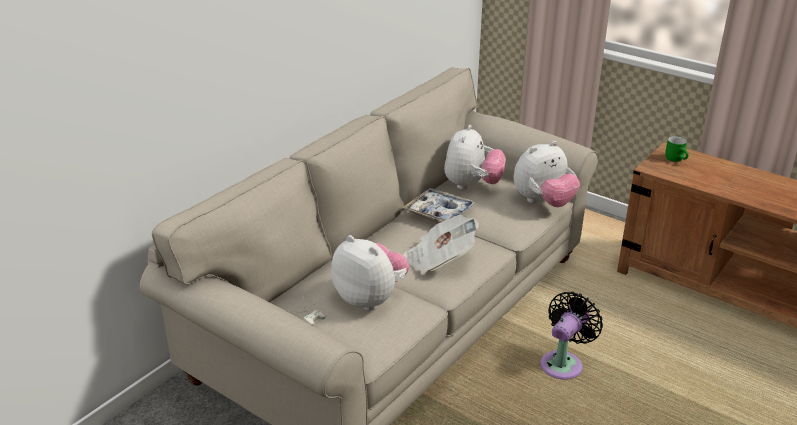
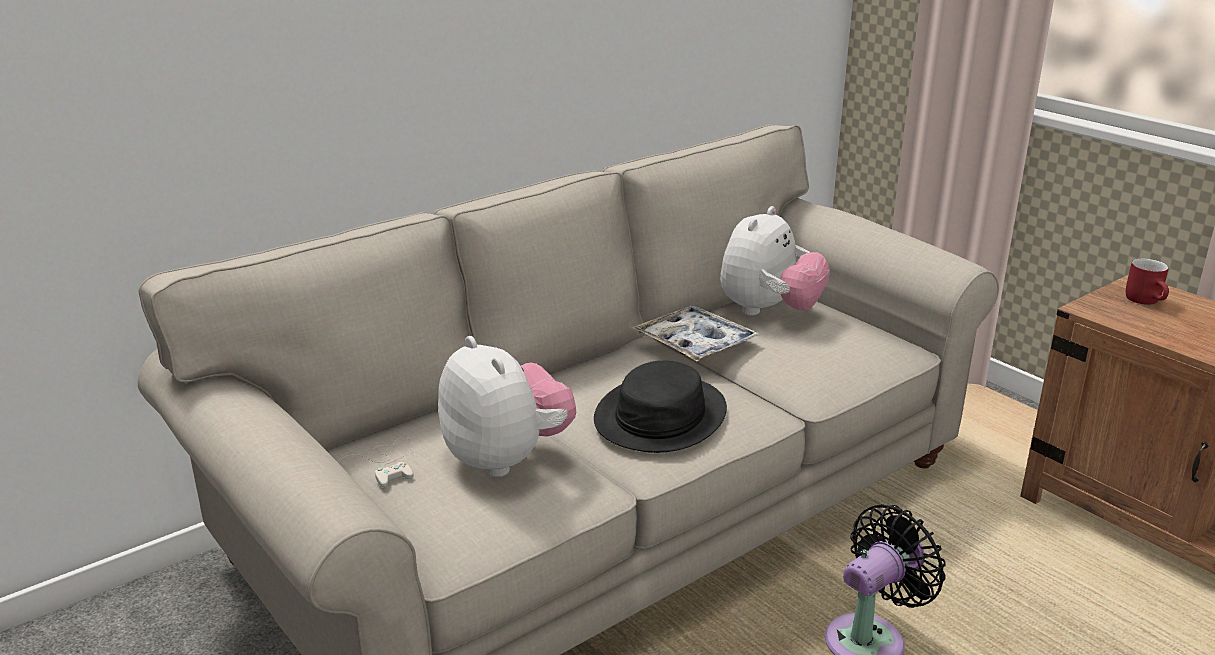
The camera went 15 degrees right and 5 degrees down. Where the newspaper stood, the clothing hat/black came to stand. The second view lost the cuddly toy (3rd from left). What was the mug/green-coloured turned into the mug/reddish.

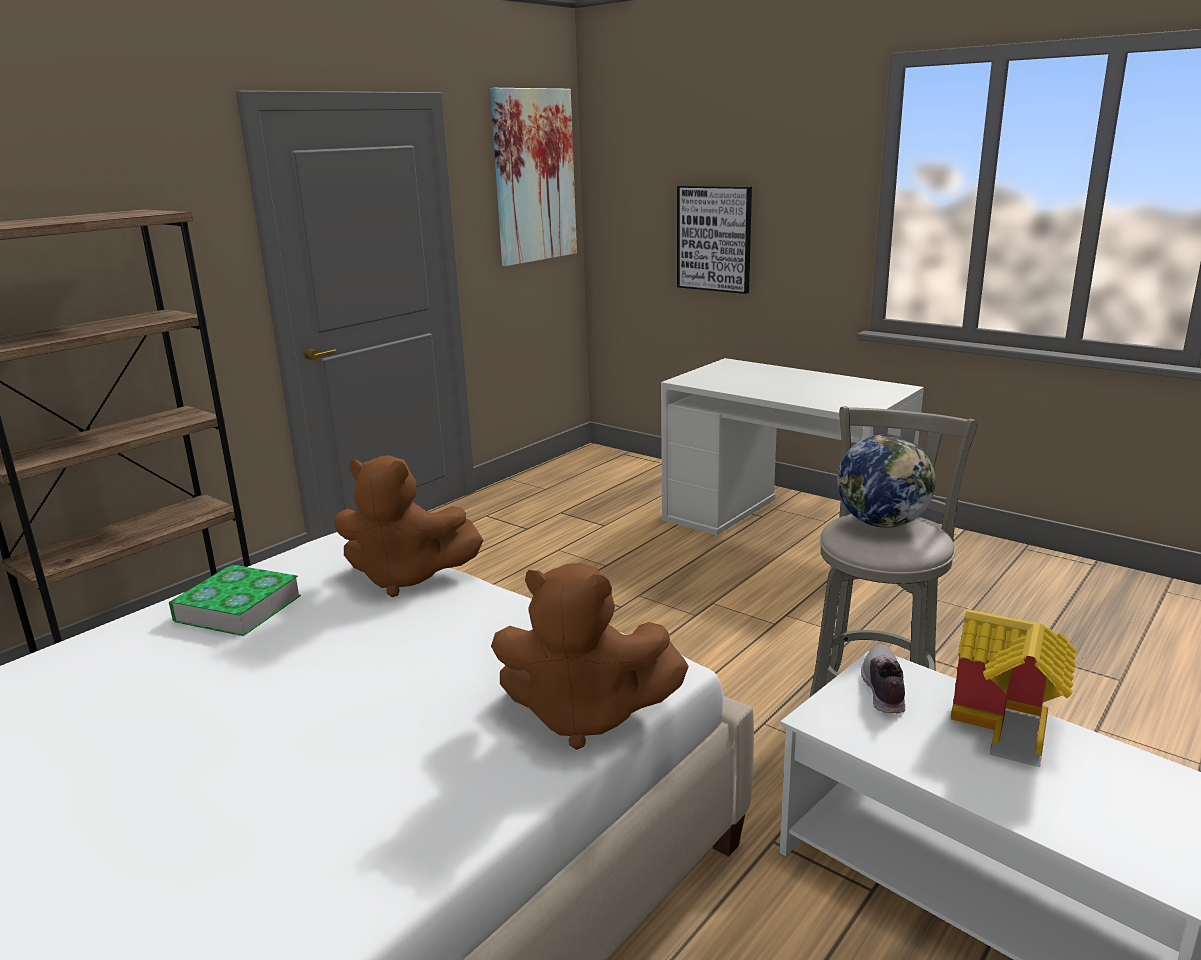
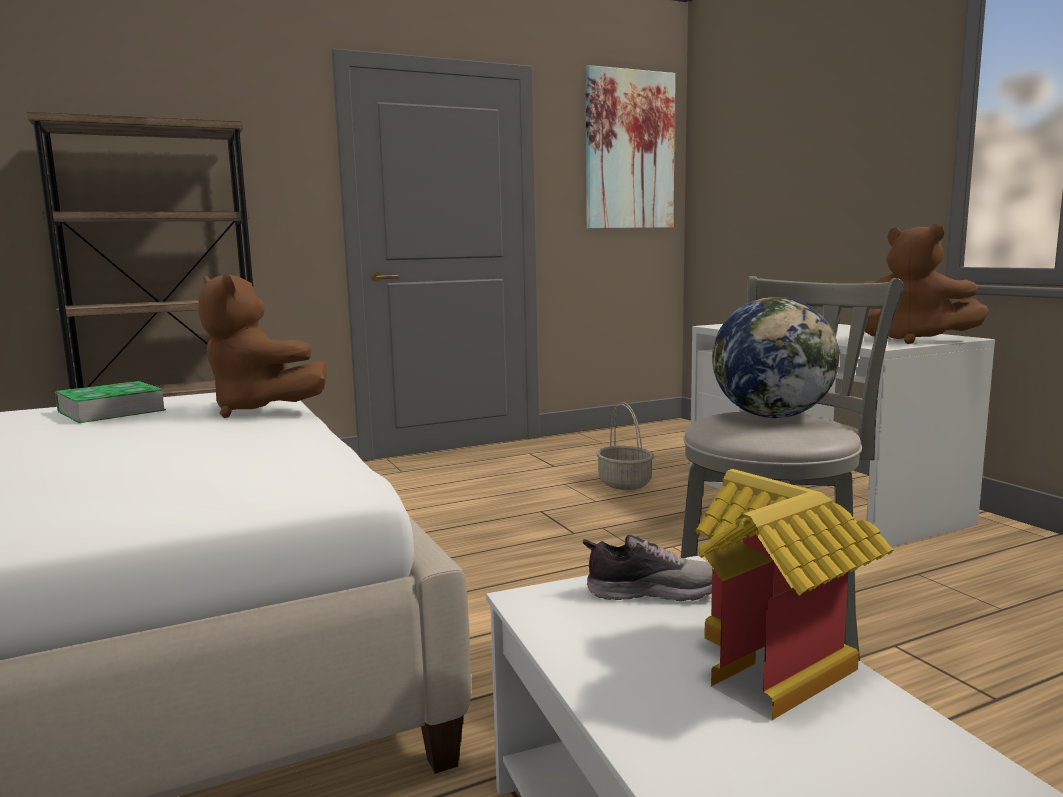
The camera went 25 degrees right and 10 degrees down. The cuddly toy/brown-coloured (2nd from left) ended up elsewhere. The second view lost the wall picture (2nd from left). The shoe ended up facing another way, 60 degrees clockwise from before. The second view gained the basket.

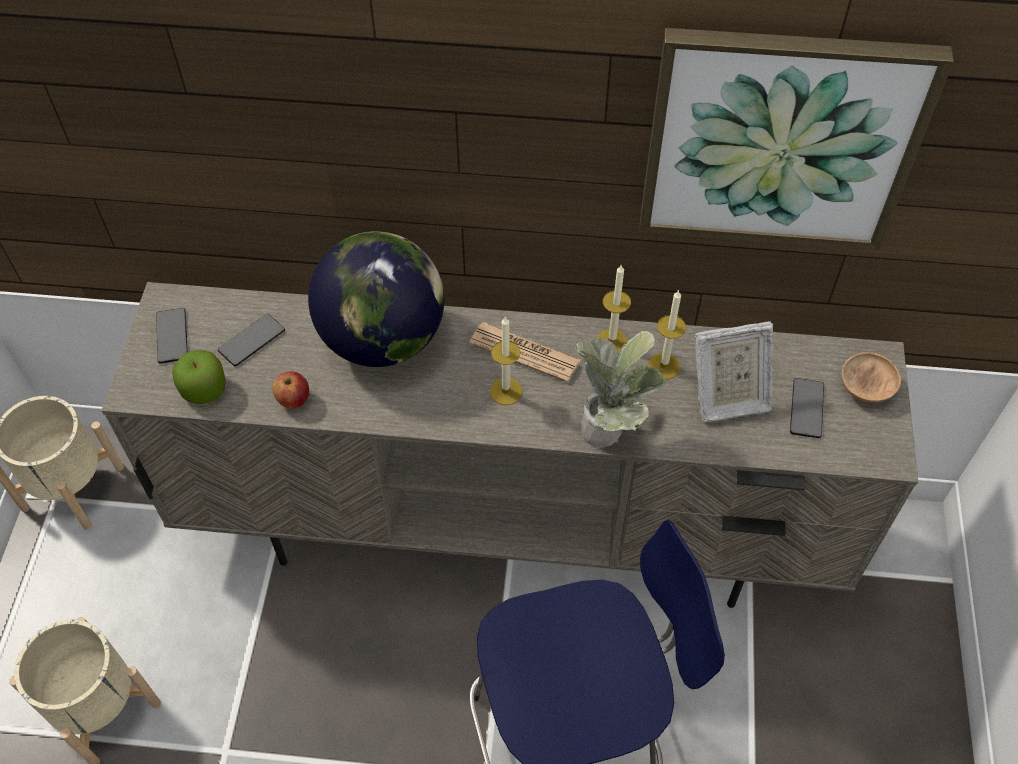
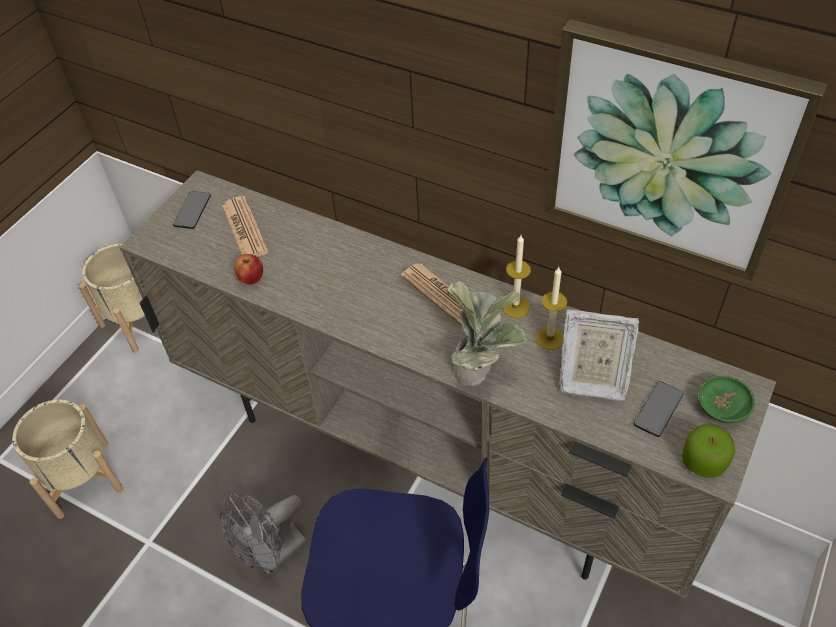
The camera went 25 degrees right and 5 degrees down. The apple (1st from left in the first image) ended up elsewhere. Where the telephone (2nd from left) stood, the newspaper (1st from left) came to stand. The second view lost the globe. The second view lost the candle (1st from left). What was the serving bowl/brown-coloured turned into the serving bowl/green-coloured. The second view gained the fan/gray.

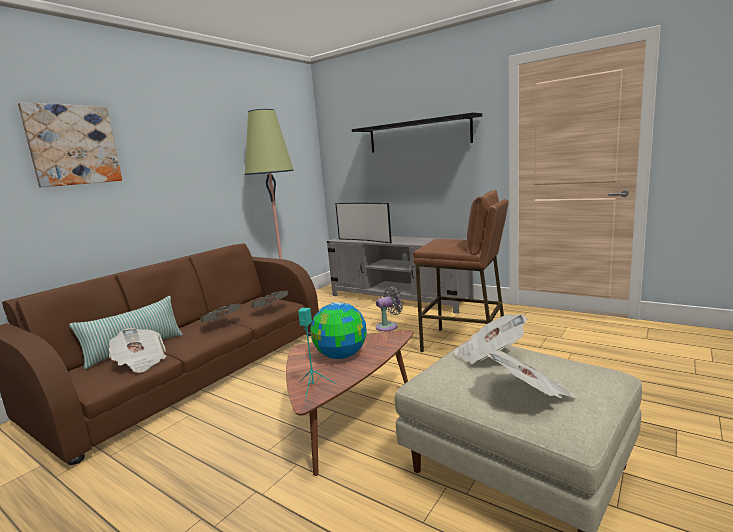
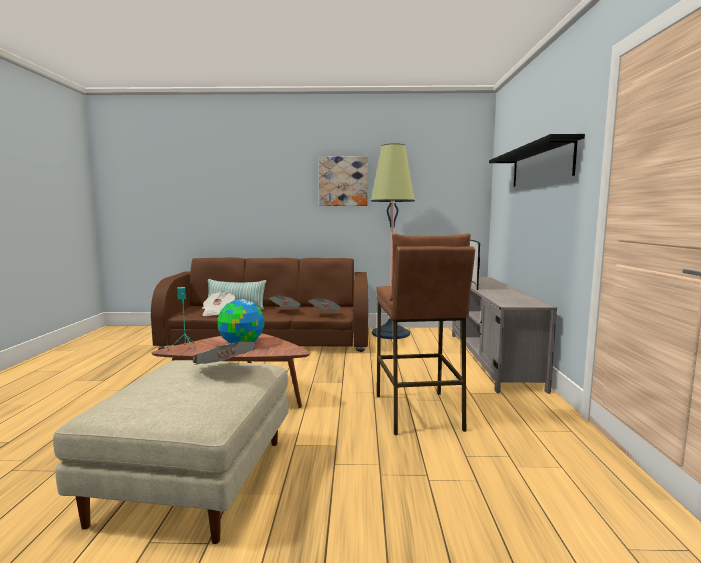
The camera went 55 degrees right and 5 degrees down. The wall picture ended up elsewhere. The second view lost the fan/gray. The second view lost the newspaper (5th from left).

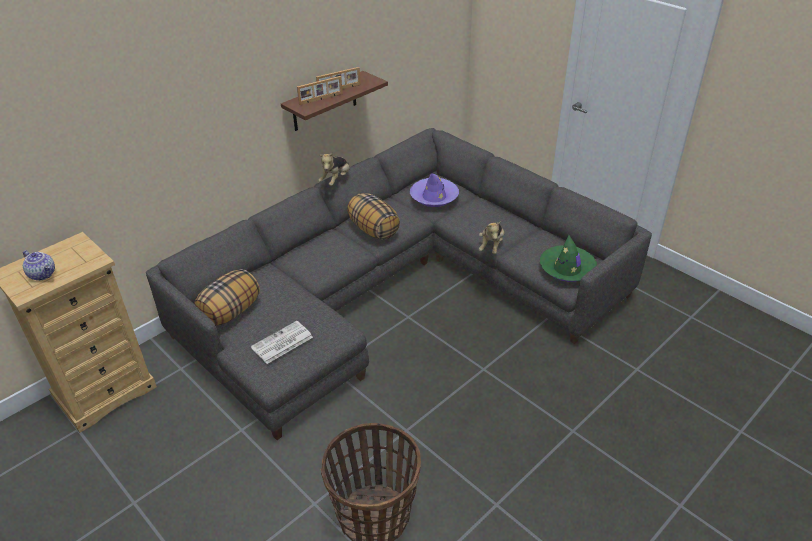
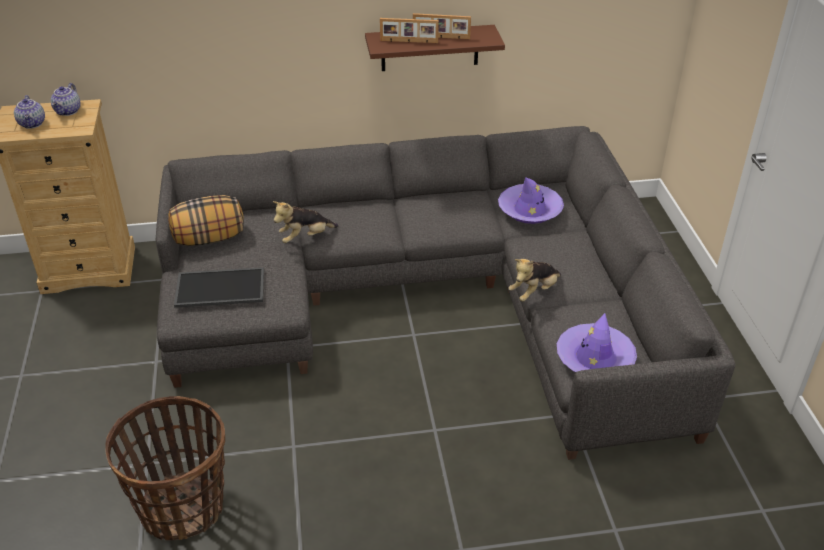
The camera went 35 degrees right and 0 degrees up. Where the newspaper stood, the serving tray came to stand. The cuddly toy (1st from left) ended up elsewhere. The second view lost the pillow (2nd from left). What was the clothing hat/green-coloured turned into the clothing hat/purple-coloured (2nd from left). The second view gained the teapot (2nd from left).

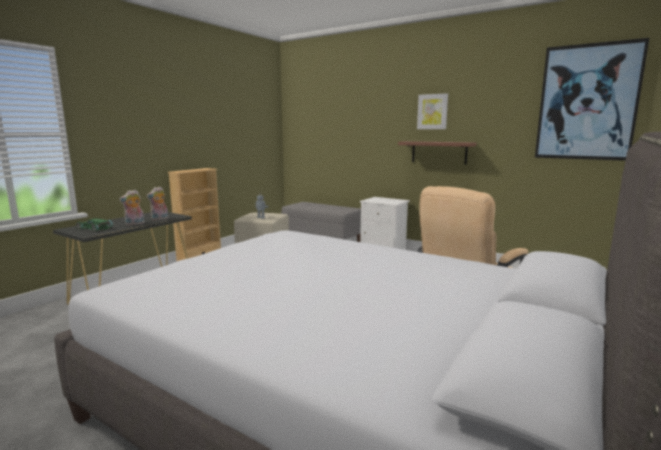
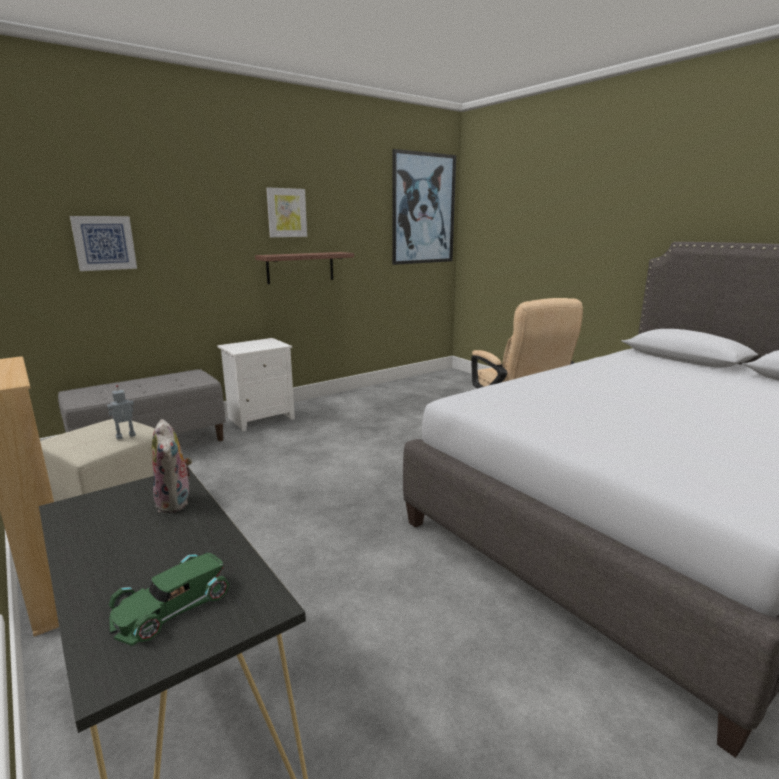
The camera went 70 degrees left and 5 degrees up. The second view lost the cuddly toy (1st from left). The second view gained the wall picture (1st from left).

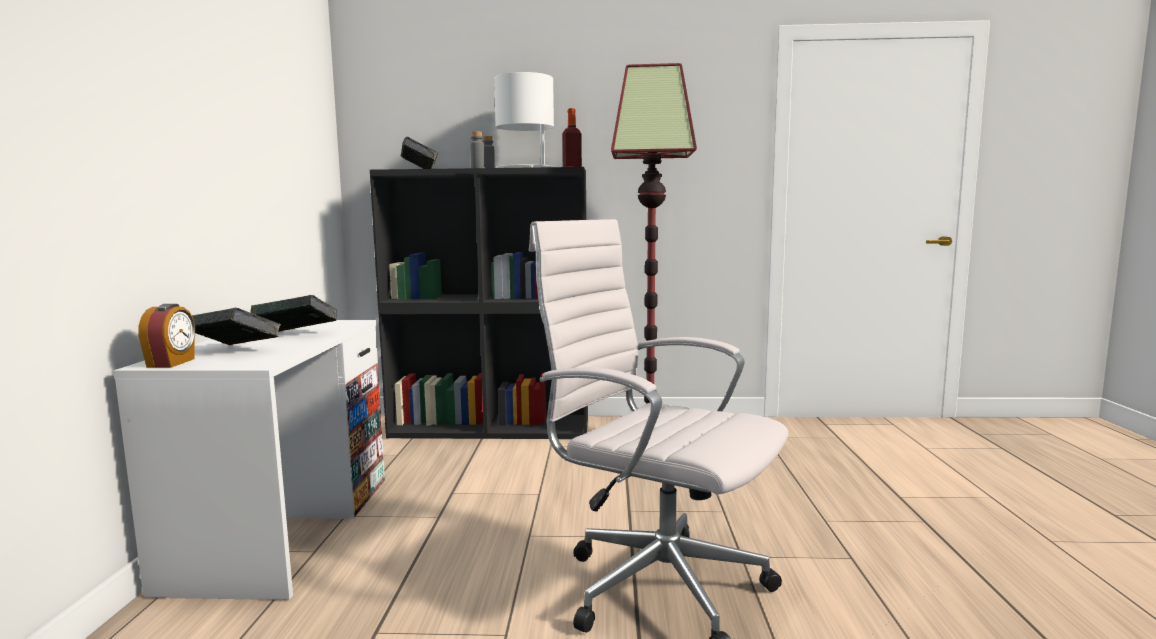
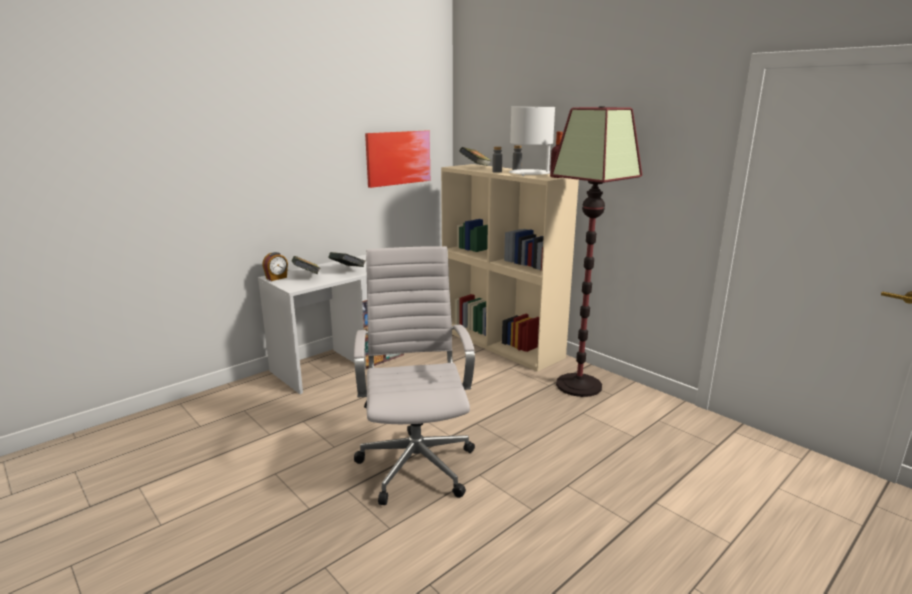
The camera went 45 degrees right and 10 degrees up. What was the shelving unit/black turned into the shelving unit/beige-coloured. The second view gained the wall picture.

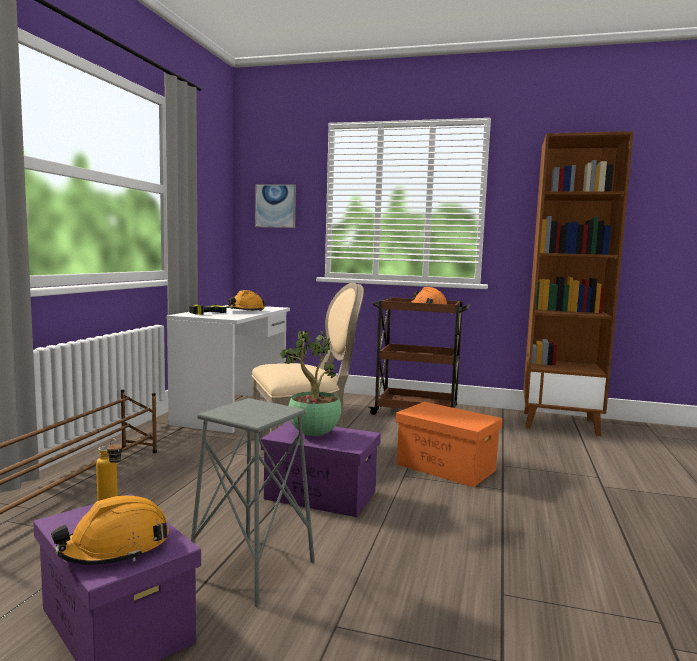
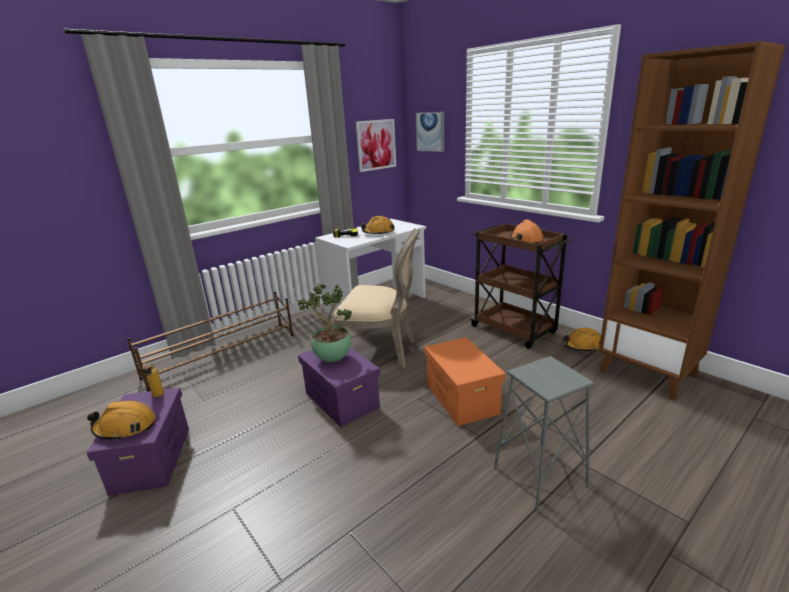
The camera went 35 degrees right and 15 degrees up. The sitting stool/gray ended up elsewhere. The second view gained the wall picture (1st from left). The second view gained the safety helmet/orange (4th from left).

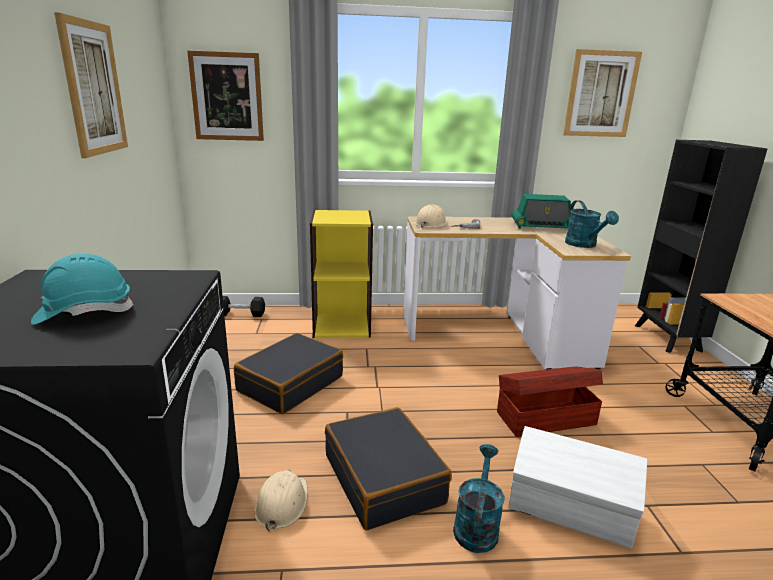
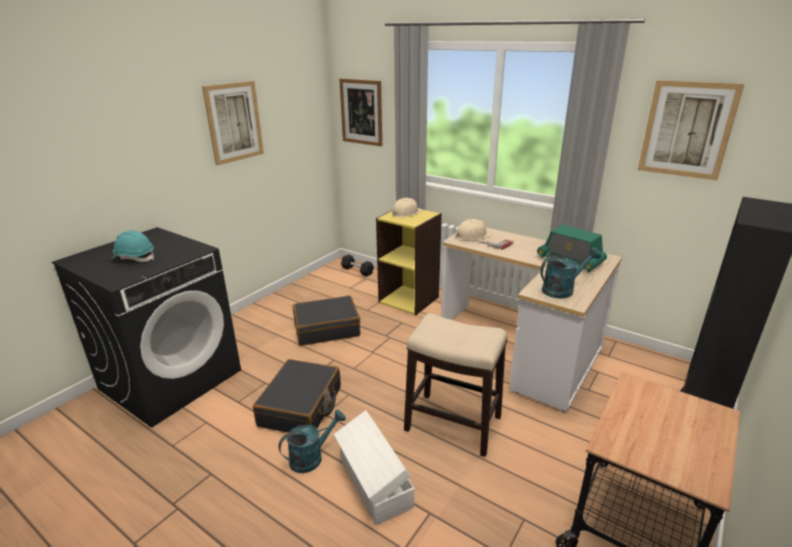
The camera went 40 degrees right and 5 degrees up. The safety helmet/beige-coloured (1st from left) ended up elsewhere. Where the storage container/brown-coloured stood, the sitting stool came to stand. The watering can/turquoise (2nd from left) ended up facing another way, 135 degrees counterclockwise from before.

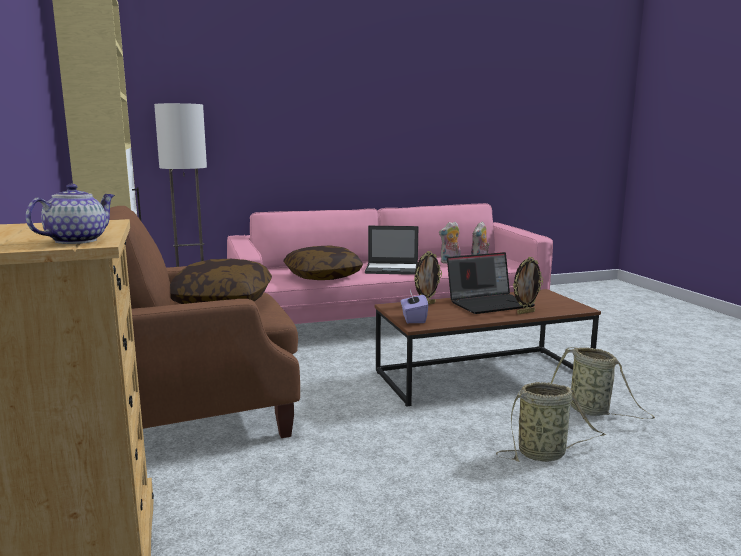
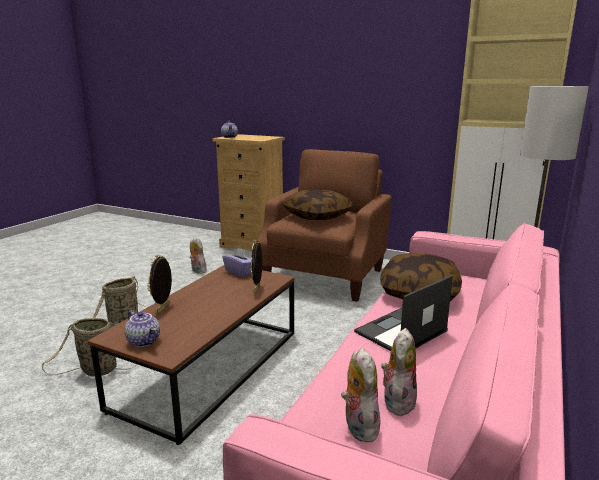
The camera went 135 degrees right and 5 degrees up. The second view lost the laptop (2nd from left). The second view gained the teapot (1st from left). The second view gained the cuddly toy (1st from left).

